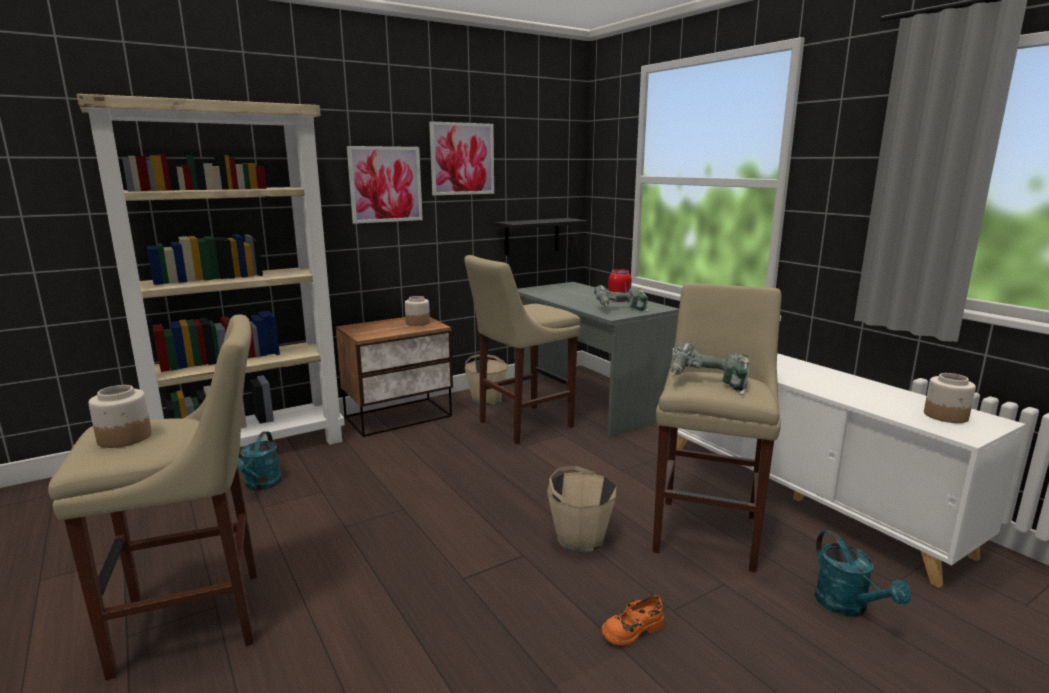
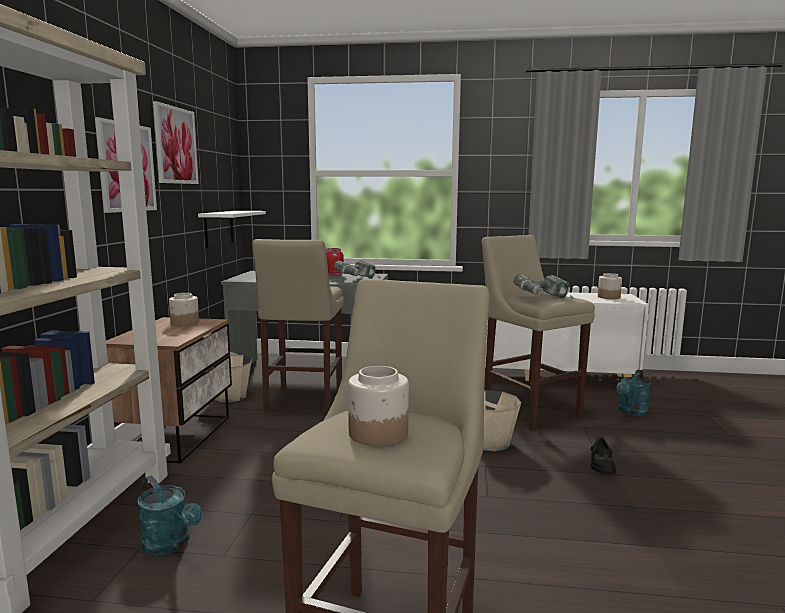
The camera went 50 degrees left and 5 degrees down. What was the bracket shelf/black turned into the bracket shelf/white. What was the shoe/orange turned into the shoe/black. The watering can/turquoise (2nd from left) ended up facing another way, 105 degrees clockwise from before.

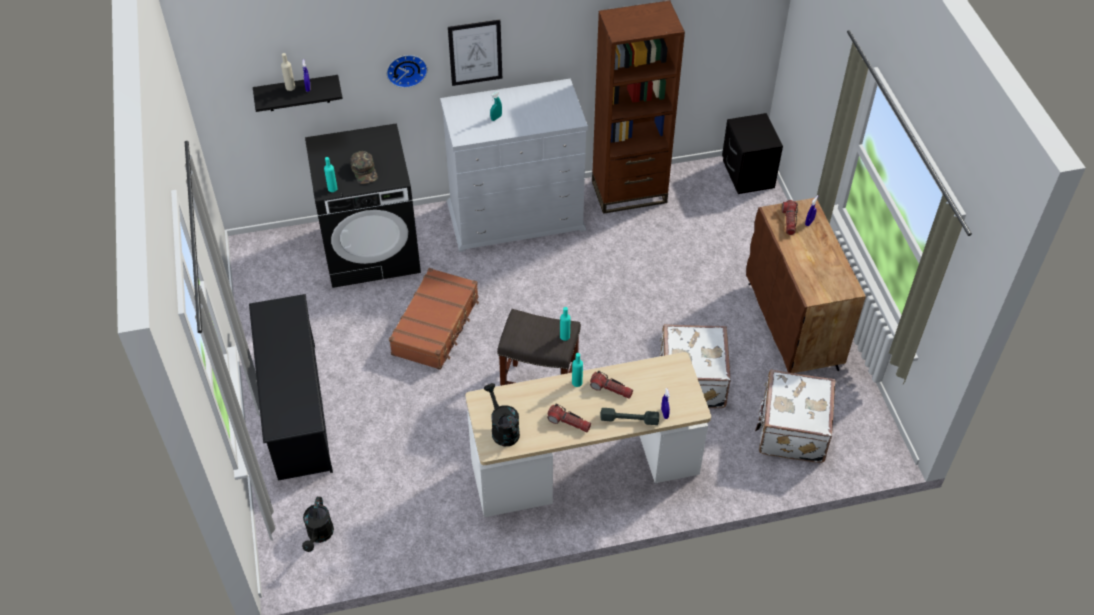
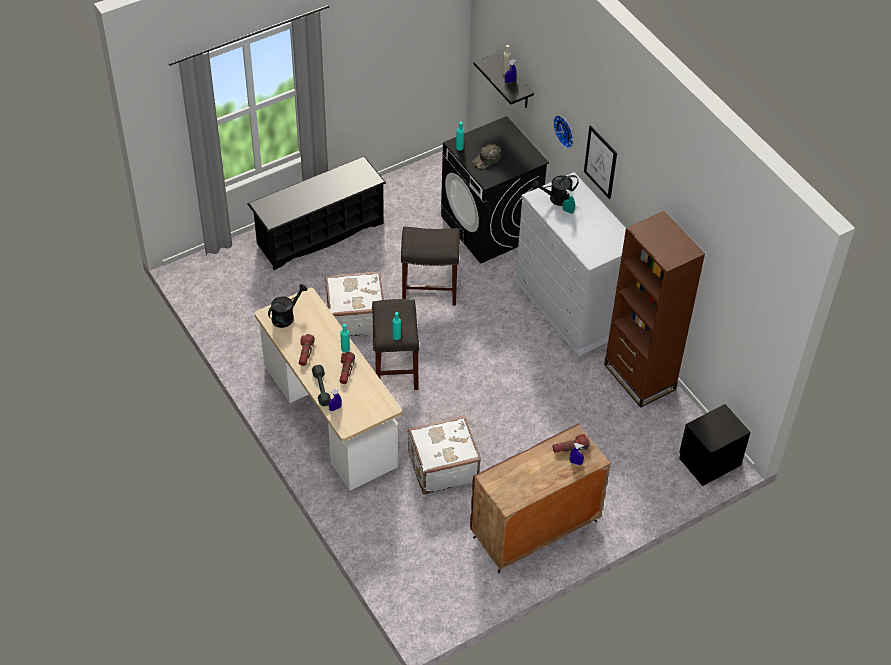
The camera went 70 degrees right and 0 degrees up. The watering can/black (1st from left in the first image) ended up elsewhere. Where the suitcase/brown-coloured stood, the sitting stool/gray (2nd from left) came to stand. The suitcase/white (2nd from left in the first image) ended up elsewhere.

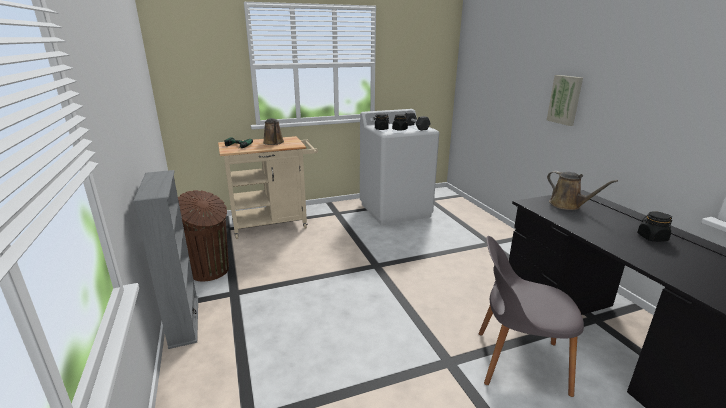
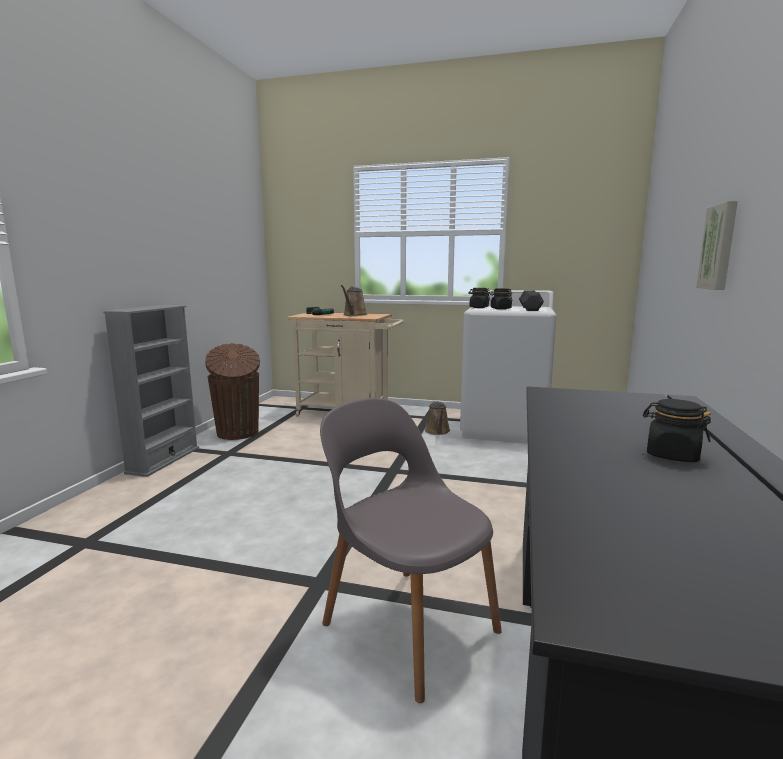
The camera went 35 degrees right and 10 degrees down. The watering can/brown-coloured (2nd from left) ended up elsewhere.

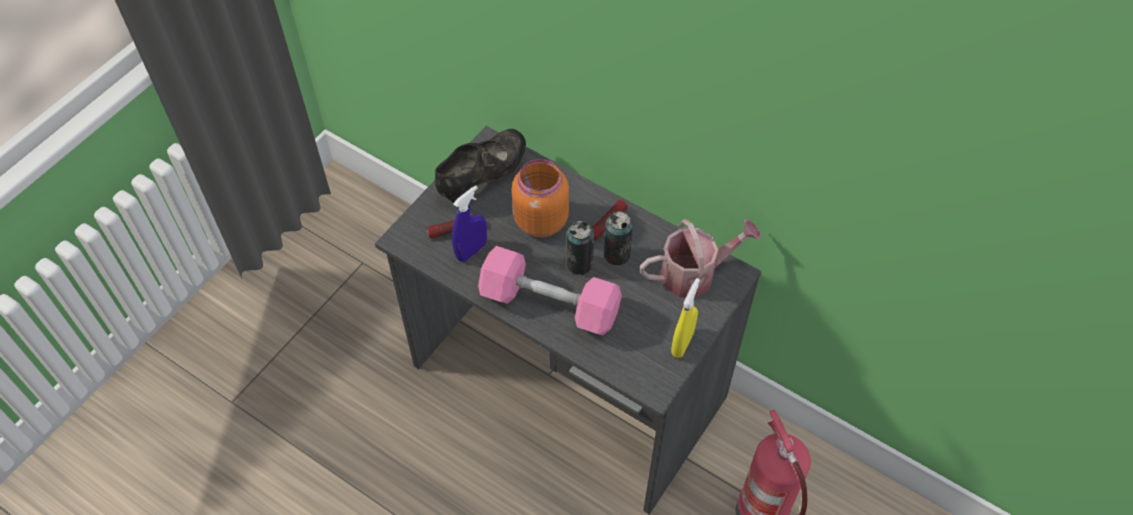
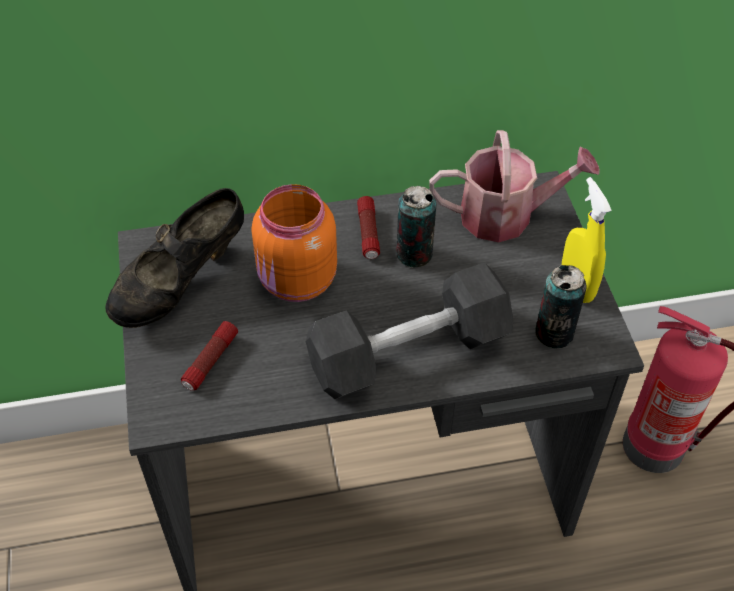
The camera went 45 degrees left and 5 degrees down. The shoe/black ended up facing another way, 135 degrees counterclockwise from before. The second view lost the hand sprayer/blue. What was the hand weight/pinkish turned into the hand weight/black. The can (1st from left in the first image) ended up elsewhere. The watering can ended up facing another way, 60 degrees clockwise from before.

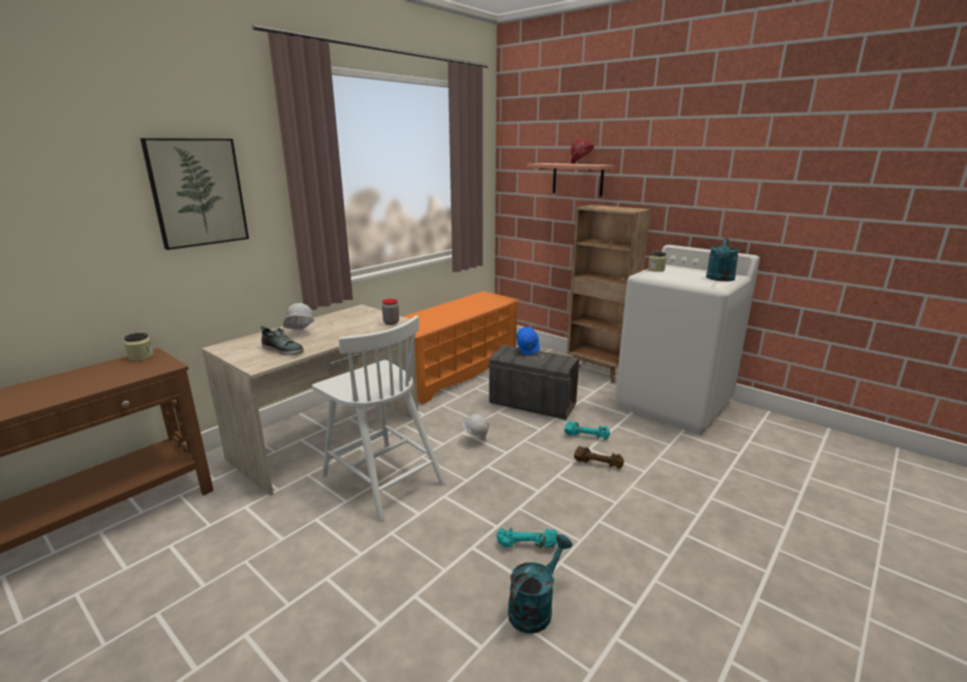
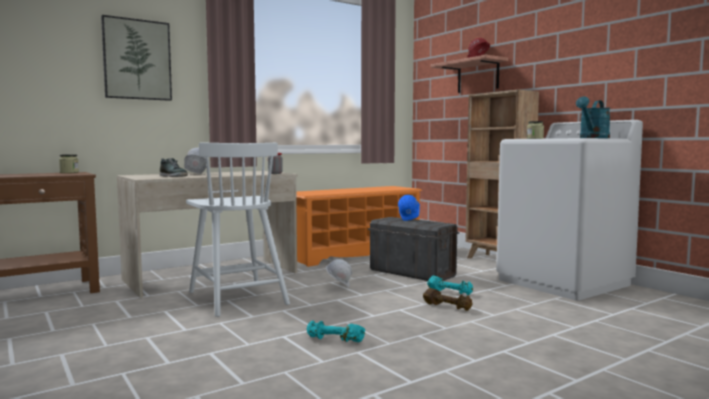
The camera went 15 degrees right and 15 degrees down. The second view lost the watering can/turquoise (1st from left).

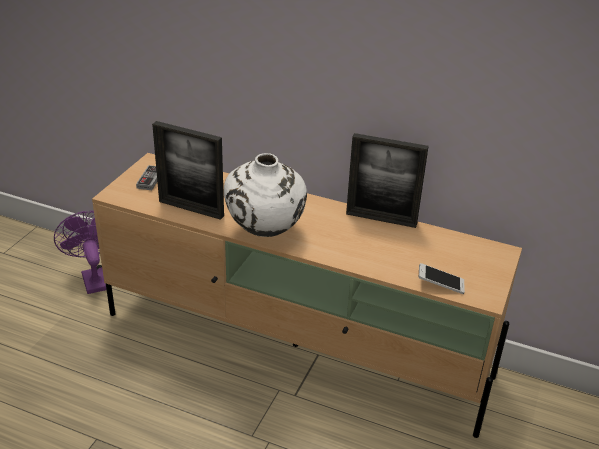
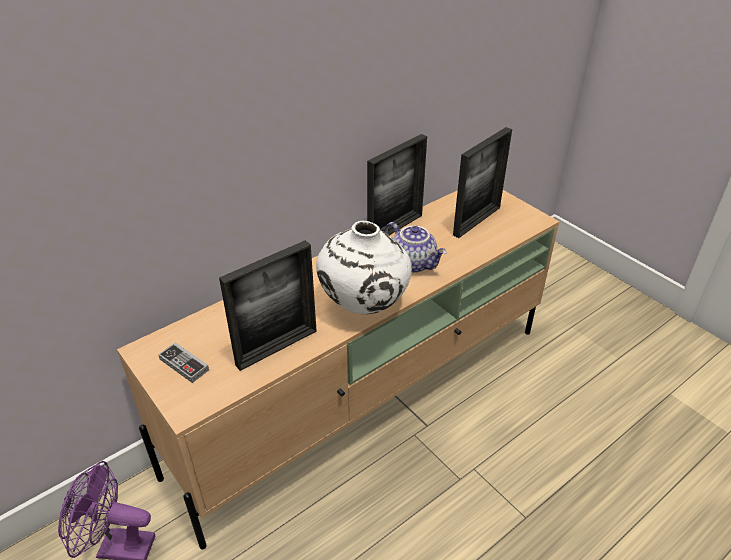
The camera went 60 degrees left and 5 degrees up. The second view lost the telephone. The second view gained the teapot. The second view gained the standing frame (3rd from left).

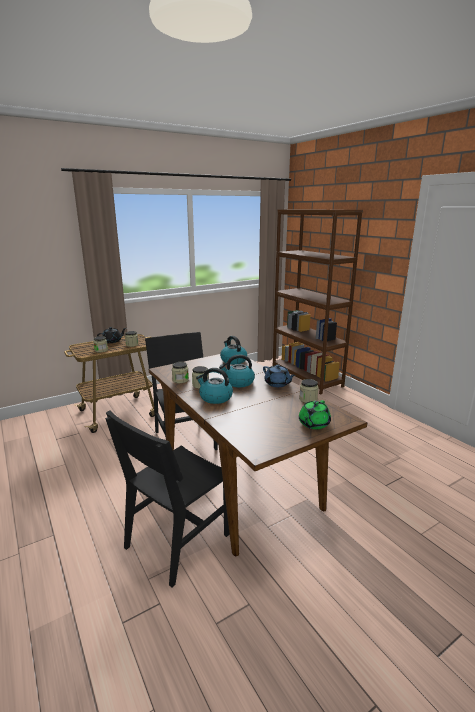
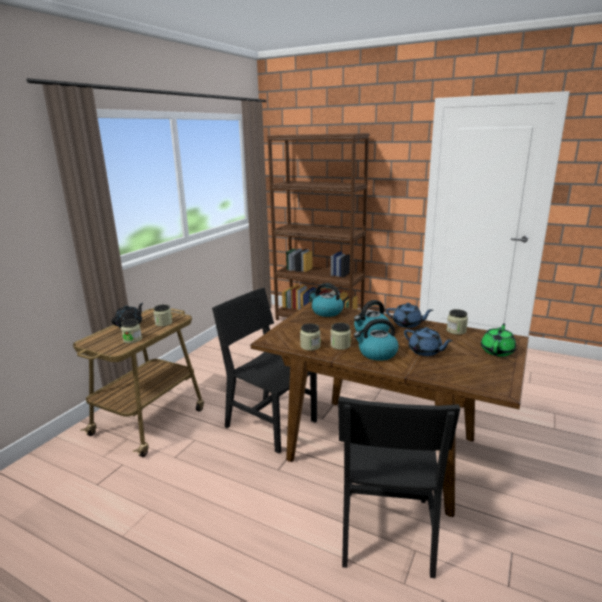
The camera went 30 degrees left and 0 degrees up. The teapot/green-coloured ended up facing another way, 150 degrees counterclockwise from before. The second view gained the teapot/blue (2nd from left).

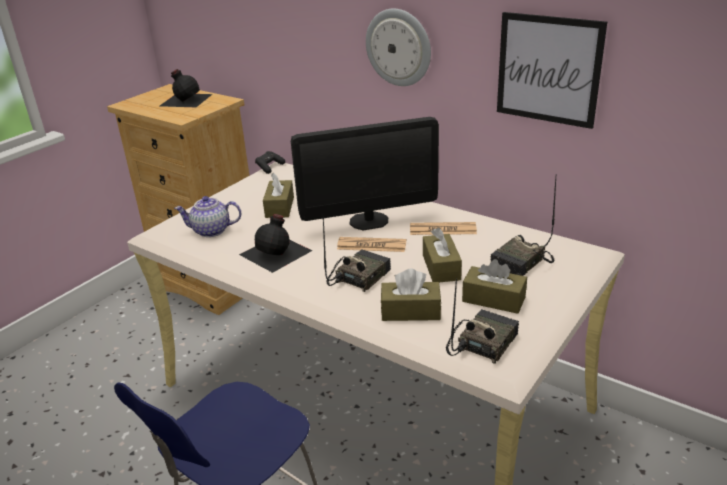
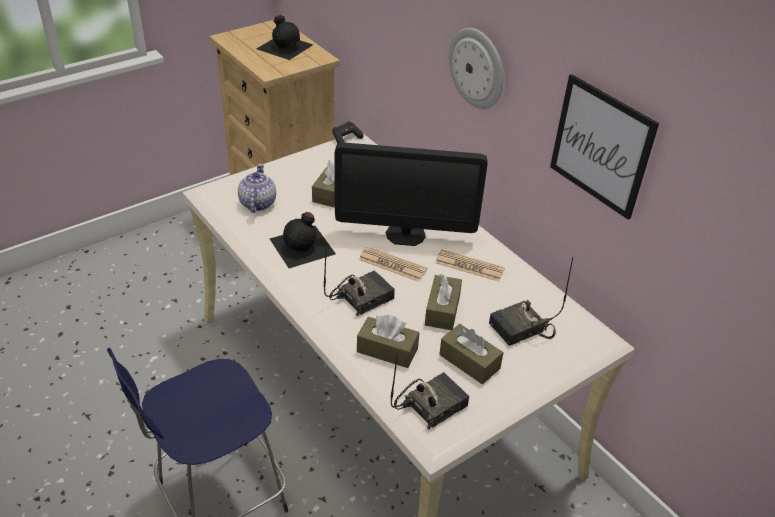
The camera went 15 degrees right and 10 degrees up. The teapot ended up facing another way, 75 degrees clockwise from before.

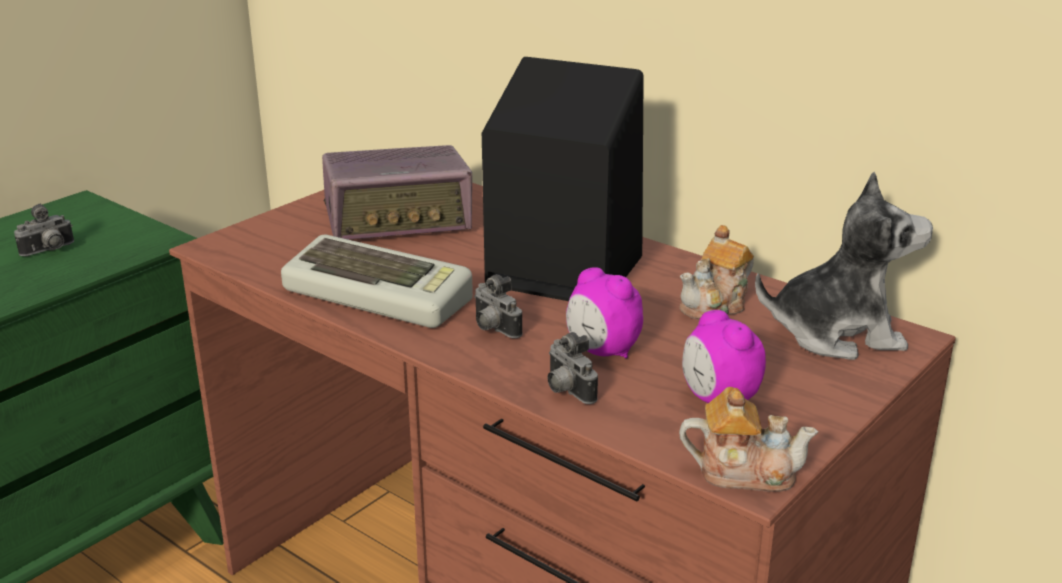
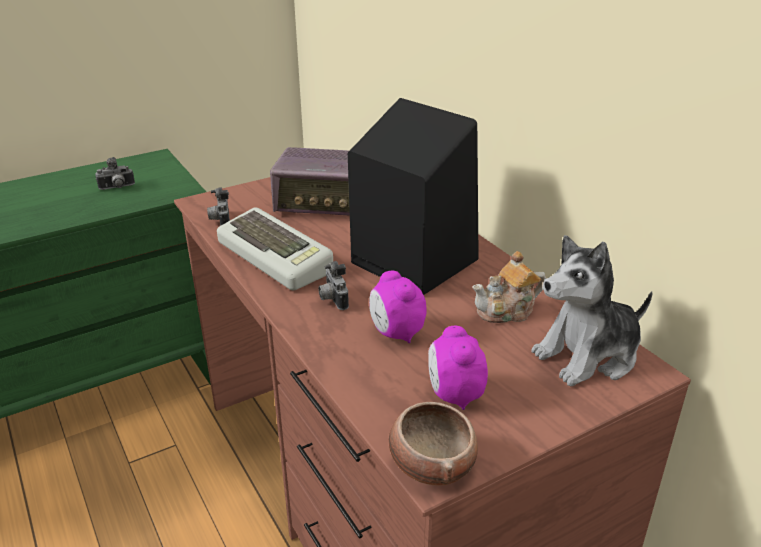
The camera went 20 degrees right and 5 degrees up. The photo camera (3rd from left in the first image) ended up elsewhere. Where the teapot (2nd from left) stood, the serving bowl came to stand. The cuddly toy ended up facing another way, 135 degrees clockwise from before.

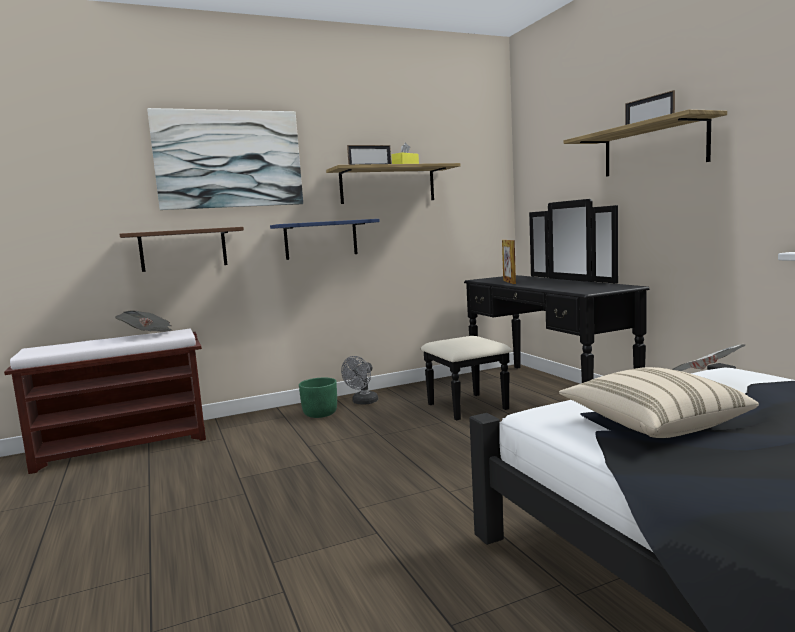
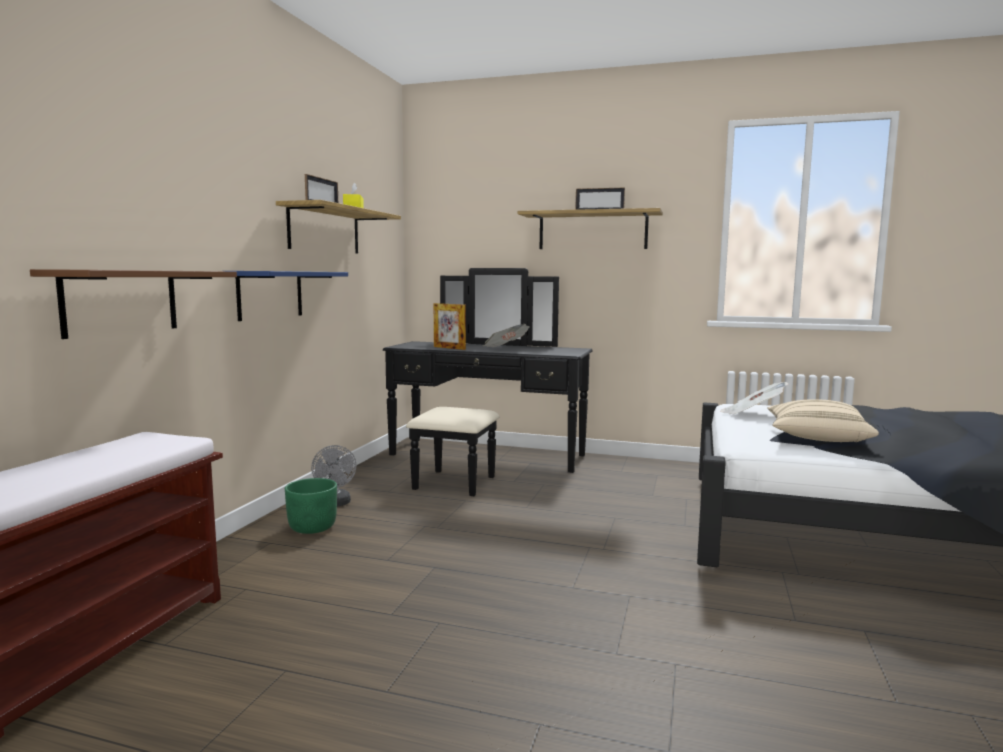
The camera went 50 degrees left and 0 degrees up. The newspaper (1st from left) ended up elsewhere. The second view lost the wall picture.

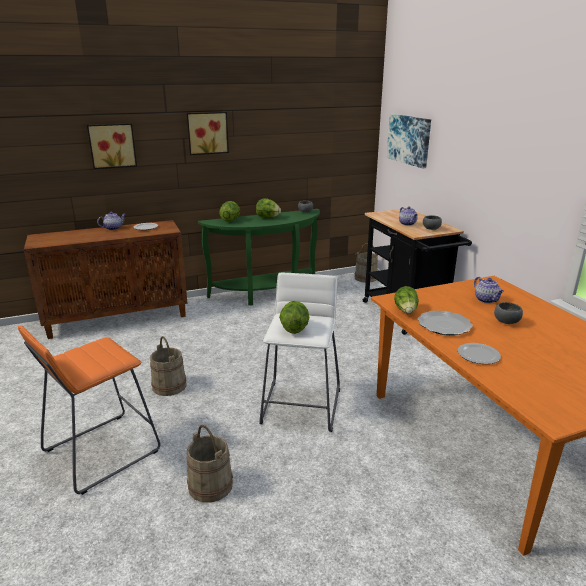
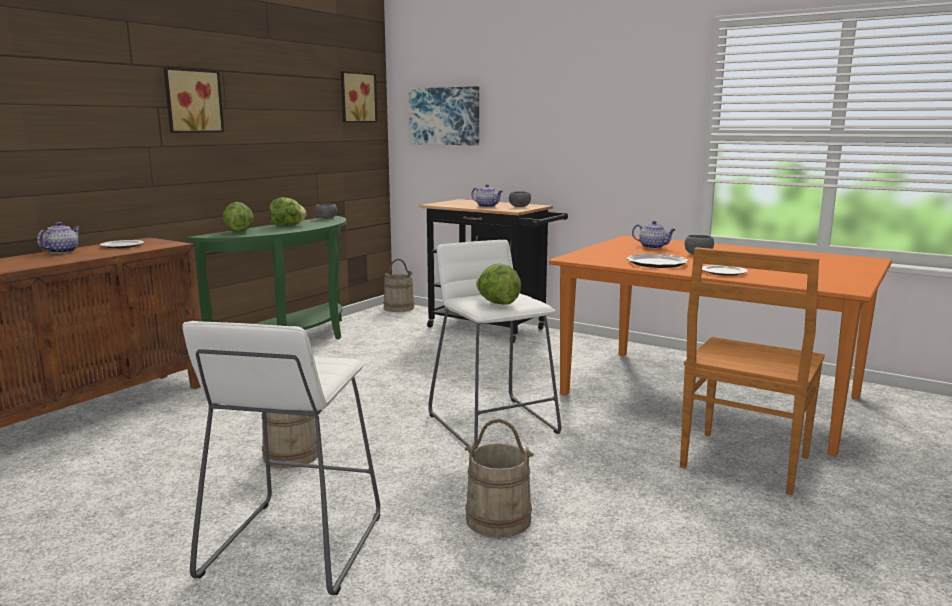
The camera went 35 degrees left and 10 degrees down. What was the sitting stool/orange turned into the sitting stool/white (1st from left). The wall picture (1st from left in the first image) ended up elsewhere. The second view lost the lettuce (4th from left). The second view gained the chair/brown-coloured.

